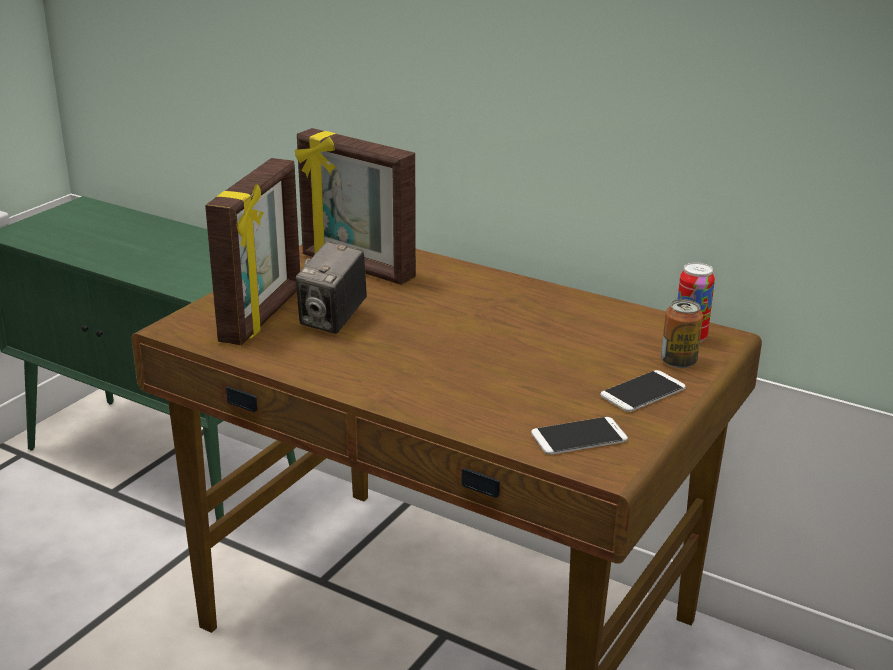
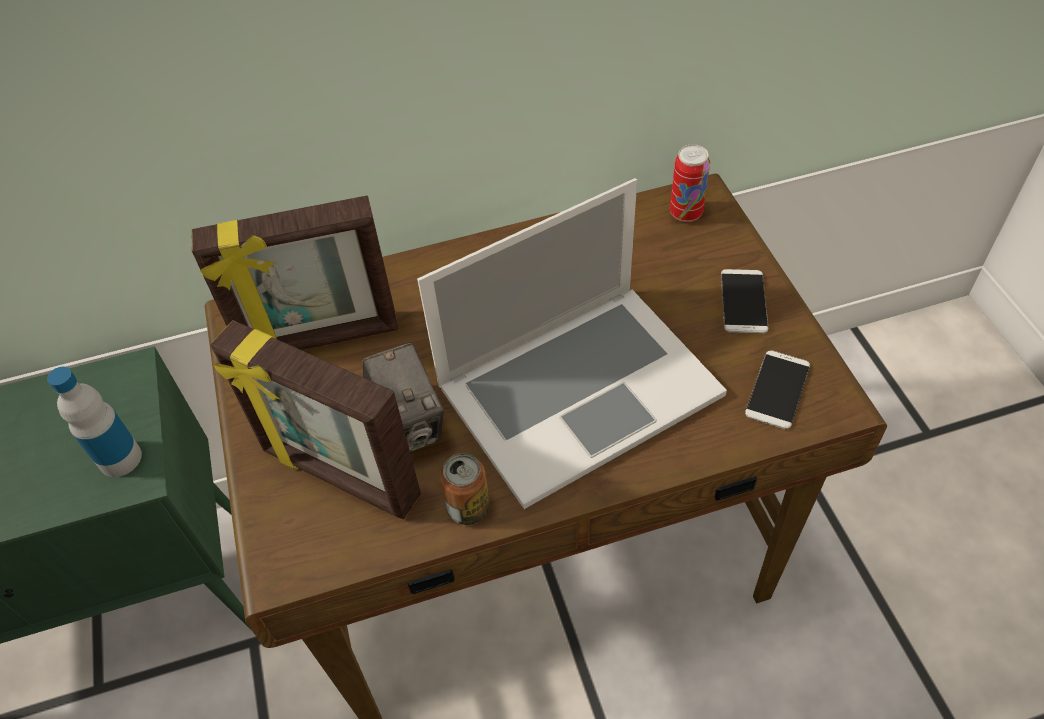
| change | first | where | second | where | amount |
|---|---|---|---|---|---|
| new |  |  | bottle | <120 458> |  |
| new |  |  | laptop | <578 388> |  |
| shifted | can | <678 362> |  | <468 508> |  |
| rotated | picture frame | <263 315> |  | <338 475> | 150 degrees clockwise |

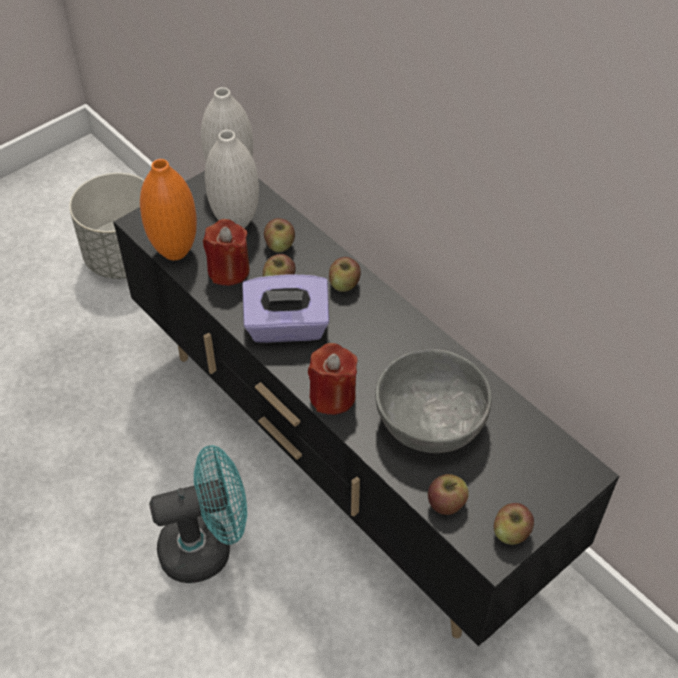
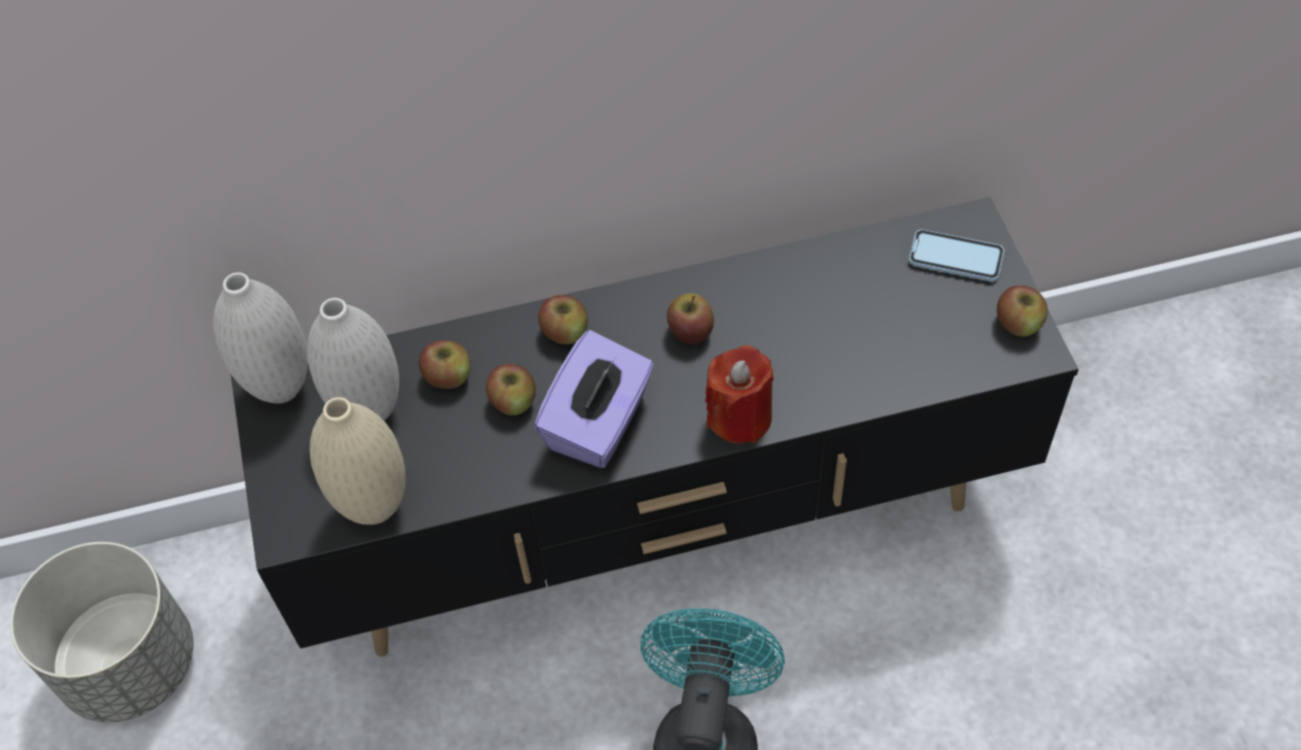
| change | first | where | second | where | amount |
|---|---|---|---|---|---|
| gone | candle (red) | <228 270> |  |  |  |
| gone | bowl (grey) | <430 419> |  |  |  |
| new |  |  | phone | <955 257> |  |
| shifted | apple | <446 503> |  | <690 331> |  |
| repainted | vase (orange) | <175 251> | vase (beige) | <374 507> |  |

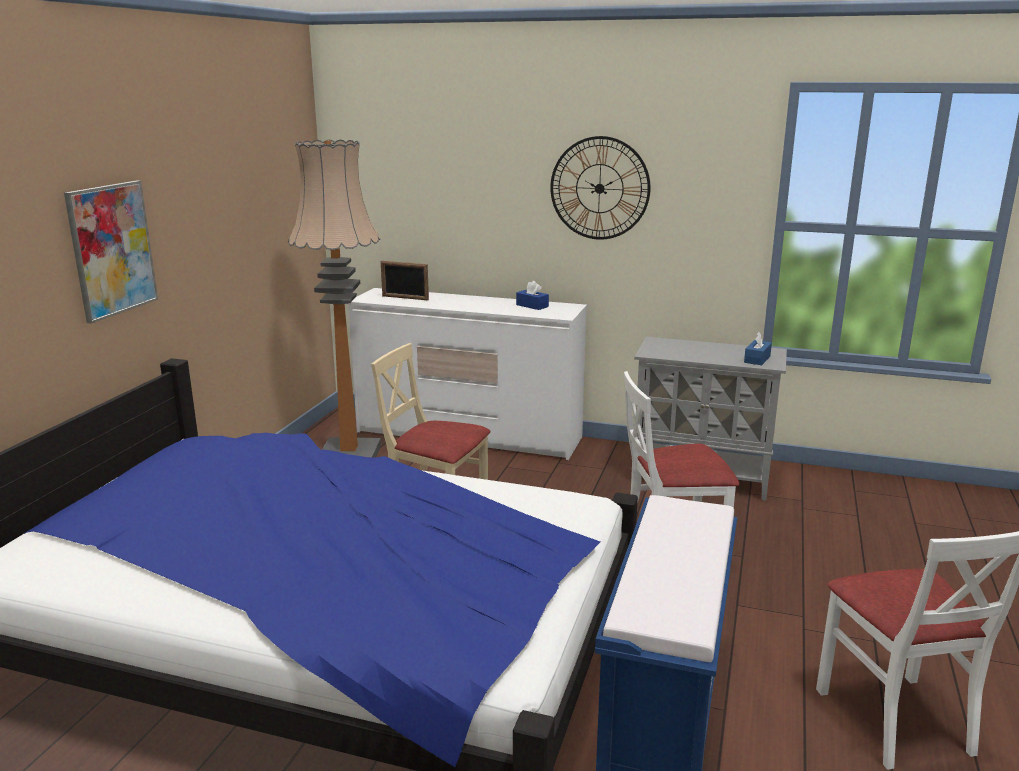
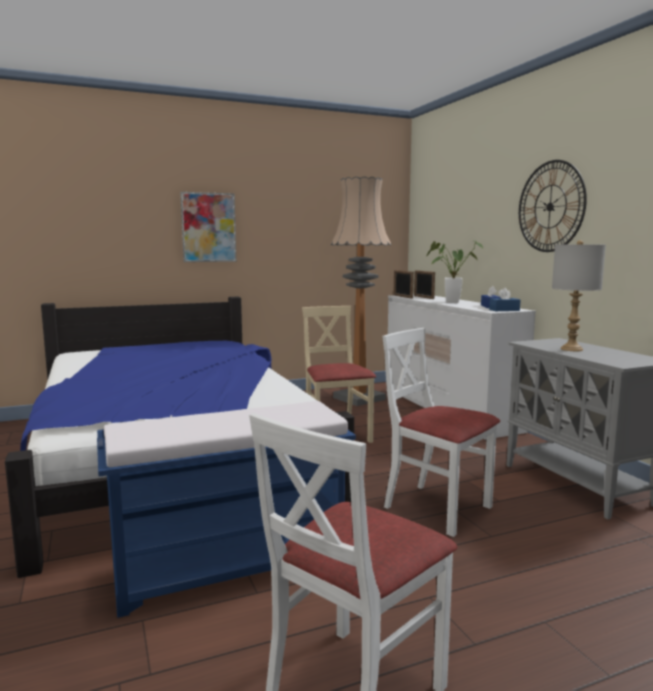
| change | first | where | second | where | amount |
|---|---|---|---|---|---|
| new |  |  | picture frame | <402 297> |  |
| new |  |  | potted plant | <448 302> |  |
| new |  |  | table lamp (grey) | <571 349> |  |
| shifted | tissue box (blue) | <757 359> |  | <504 310> |  |

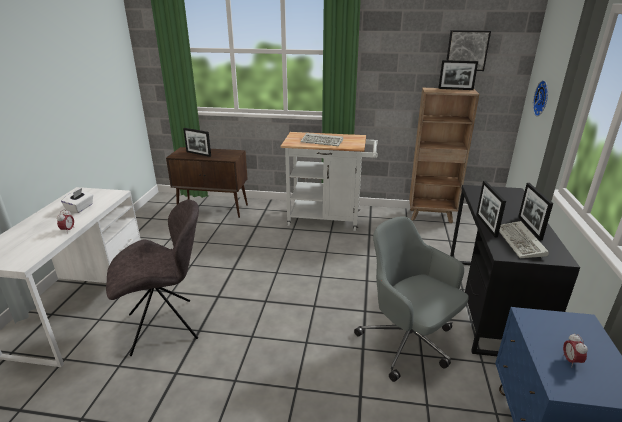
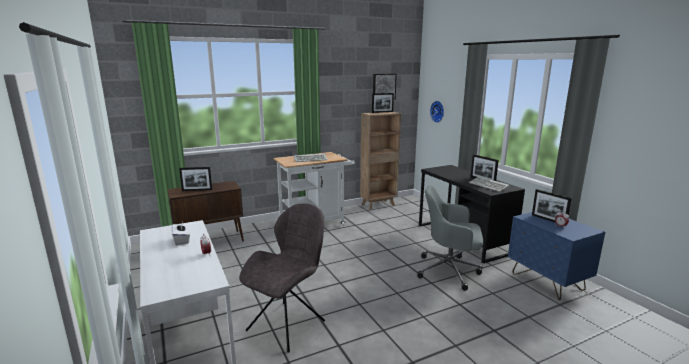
| change | first | where | second | where | amount |
|---|---|---|---|---|---|
| shifted | picture frame | <486 225> |  | <548 220> |  |

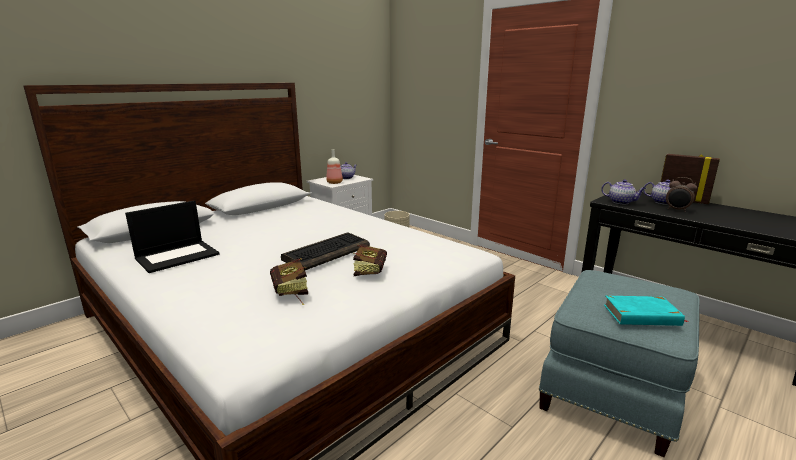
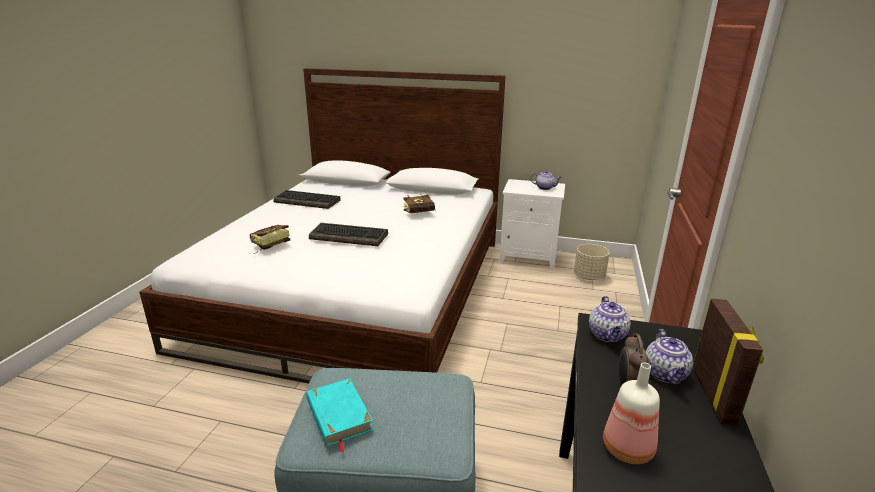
| change | first | where | second | where | amount |
|---|---|---|---|---|---|
| shifted | bottle | <335 182> |  | <629 450> |  |
| shifted | book | <371 270> |  | <422 213> |  |
| swapped | laptop | <178 256> | keyboard | <308 201> |  |

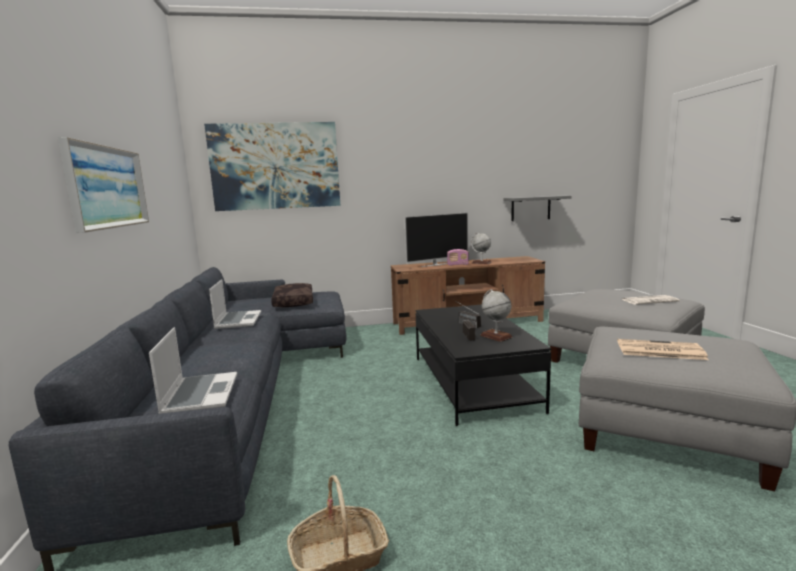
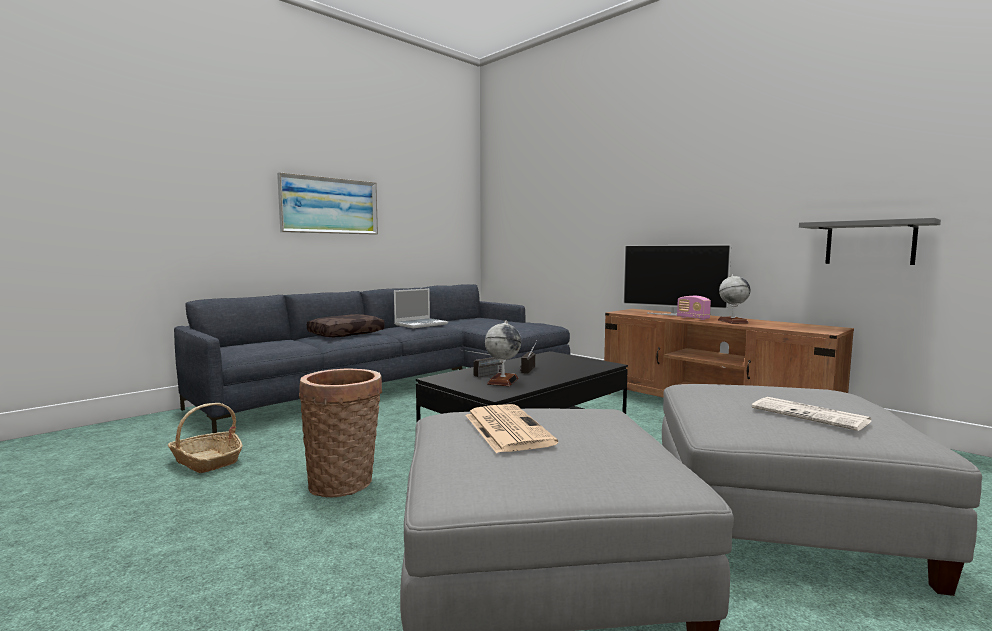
| change | first | where | second | where | amount |
|---|---|---|---|---|---|
| gone | laptop | <200 394> |  |  |  |
| gone | picture | <275 166> |  |  |  |
| new |  |  | basket | <345 482> |  |
| shifted | pillow (brown) | <292 302> |  | <346 334> |  |

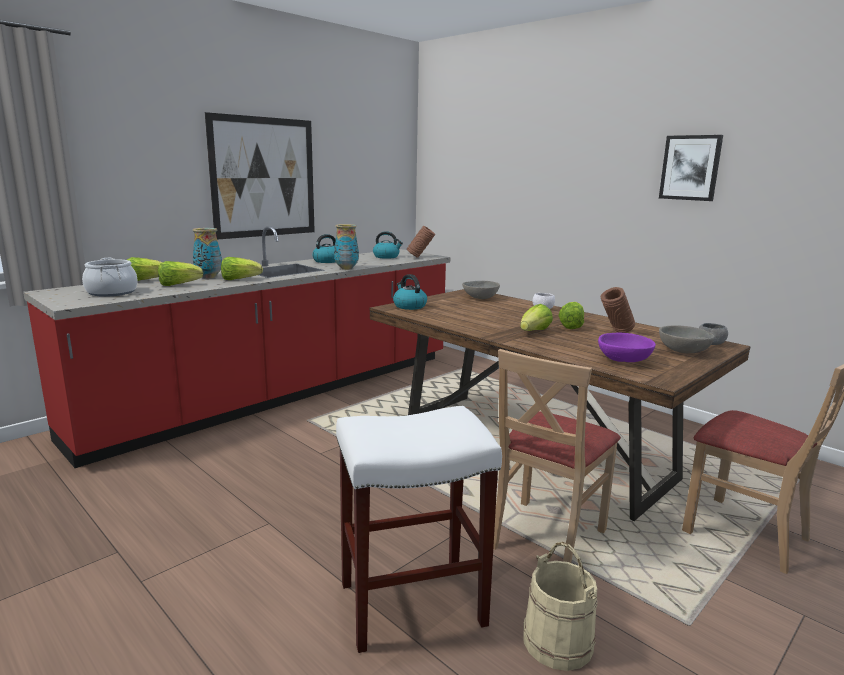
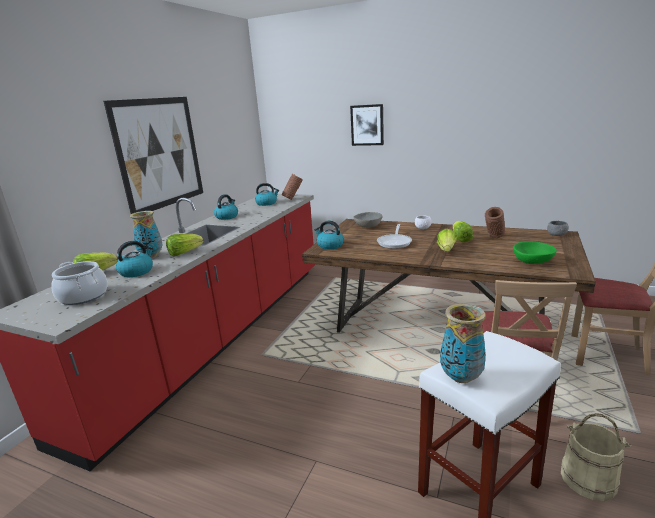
| change | first | where | second | where | amount |
|---|---|---|---|---|---|
| gone | bowl (grey) | <684 351> |  |  |  |
| new |  |  | frying pan | <395 242> |  |
| shifted | vase | <346 268> |  | <460 377> |  |
| shifted | picture | <690 168> |  | <367 125> |  |
| swapped | lettuce | <178 285> | kettle | <137 271> |  |
| repainted | bowl (purple) | <623 360> | bowl (green) | <532 262> |  |

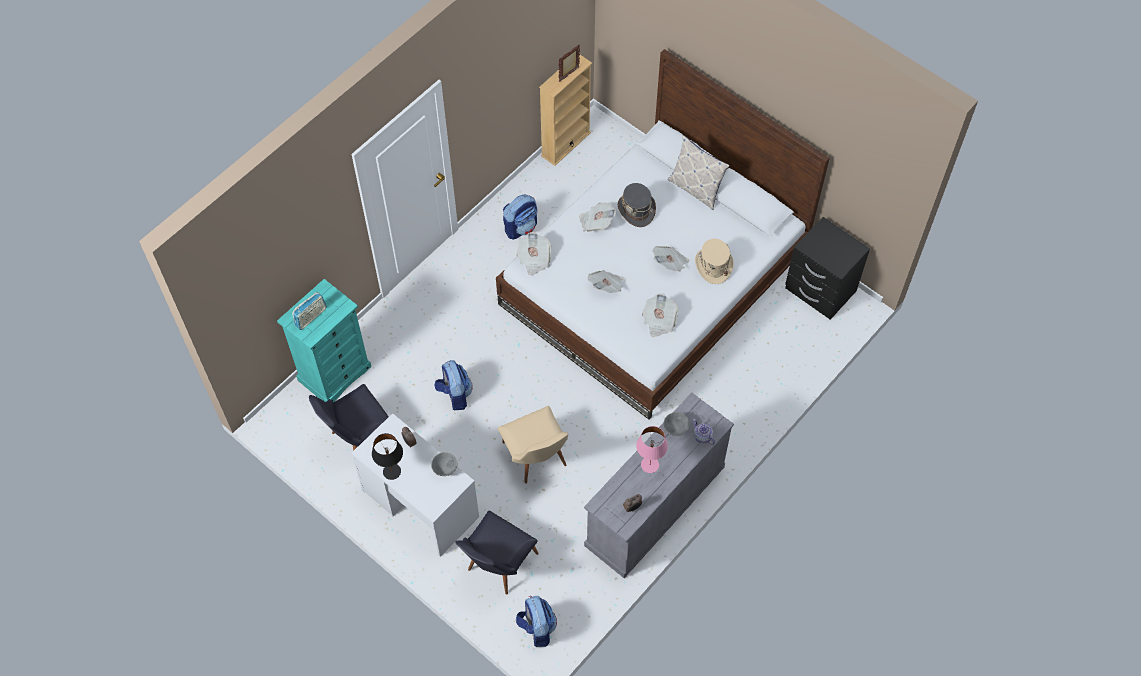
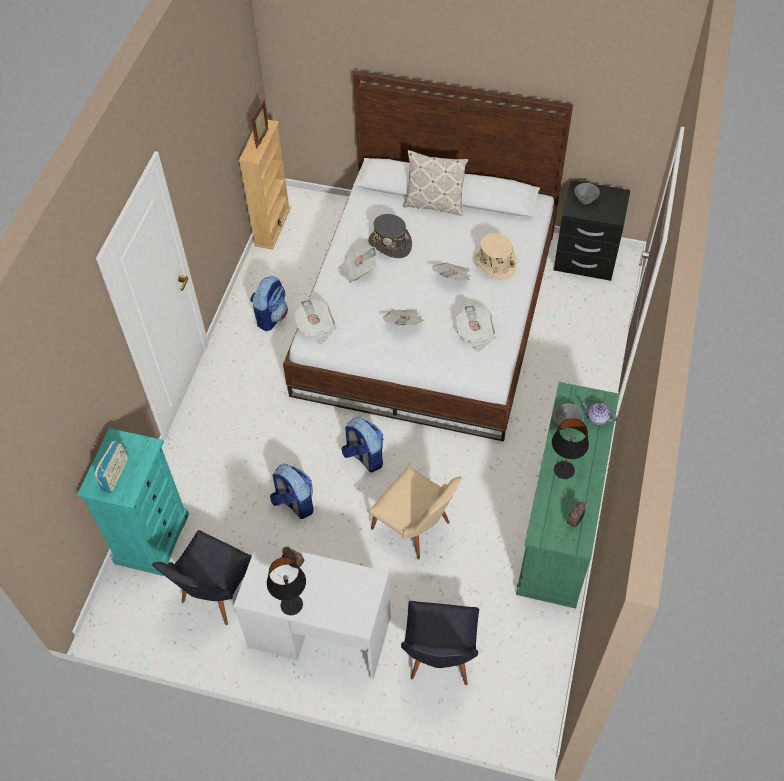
| change | first | where | second | where | amount |
|---|---|---|---|---|---|
| shifted | bowl (grey) | <445 469> |  | <586 200> |  |
| shifted | backpack | <537 628> |  | <364 457> |  |
| repainted | dresser (grey) | <654 507> | dresser (green) | <561 522> |  |
| repainted | table lamp (pink) | <650 465> | table lamp (black) | <564 470> |  |

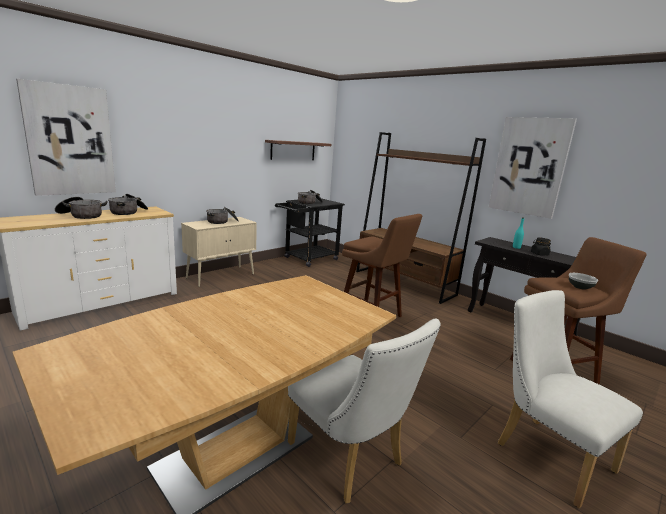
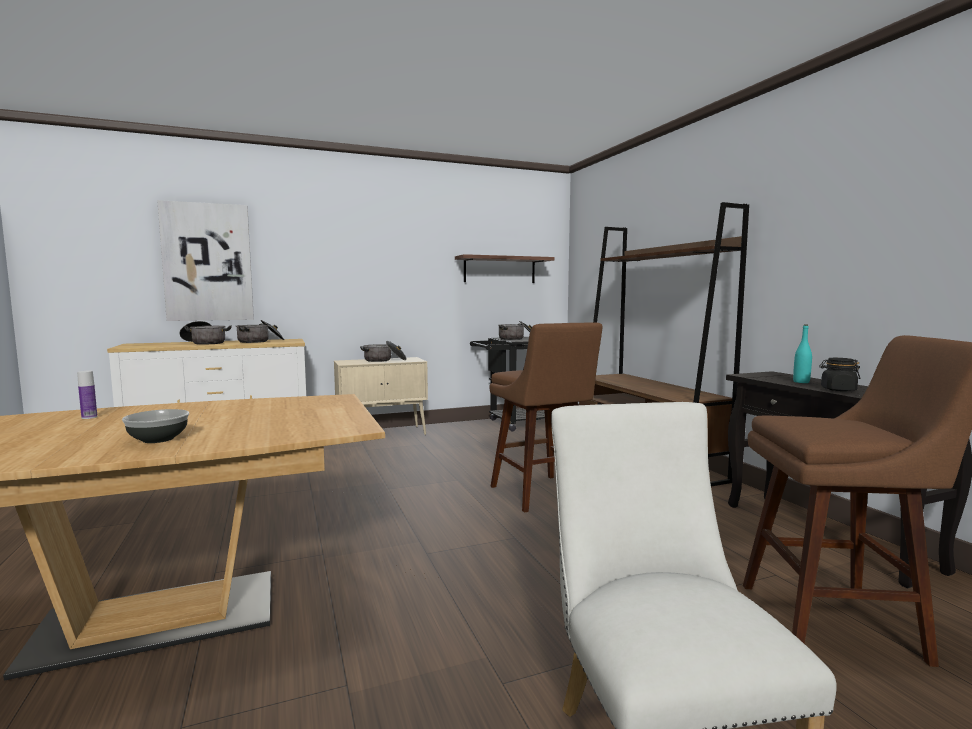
| change | first | where | second | where | amount |
|---|---|---|---|---|---|
| gone | chair (white) | <350 460> |  |  |  |
| gone | picture | <529 166> |  |  |  |
| new |  |  | bottle | <89 417> |  |
| shifted | bowl | <580 287> |  | <158 439> |  |

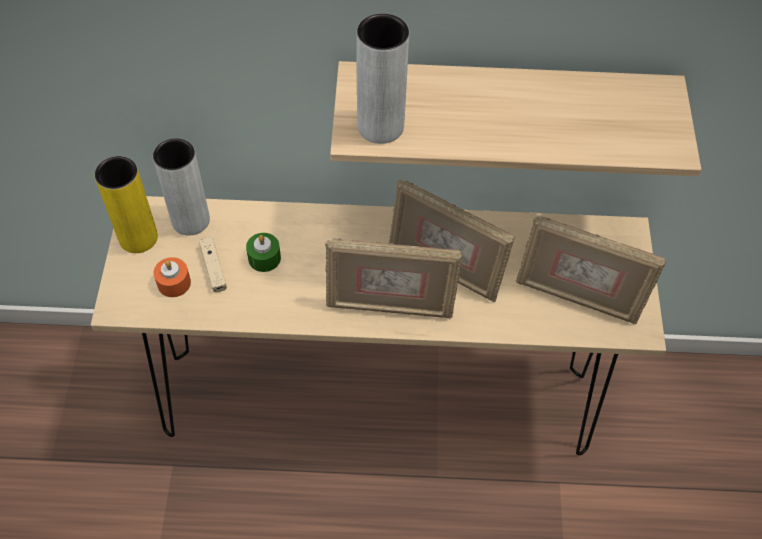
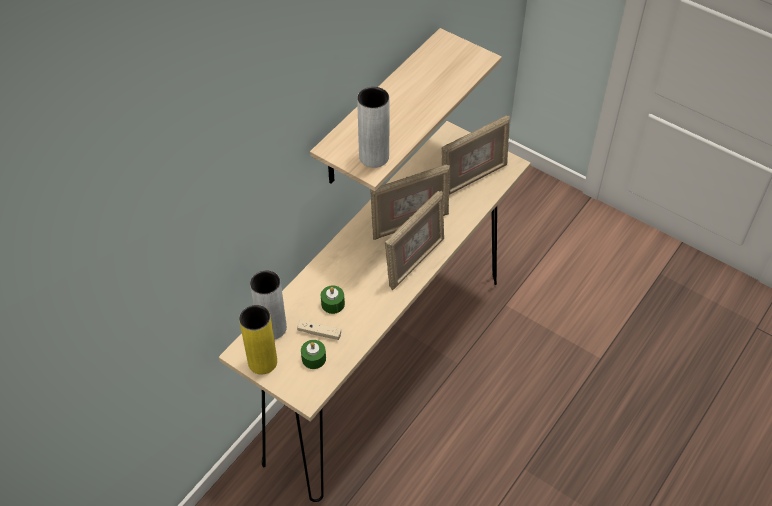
| change | first | where | second | where | amount |
|---|---|---|---|---|---|
| repainted | candle (orange) | <174 283> | candle (green) | <314 358> |  |

